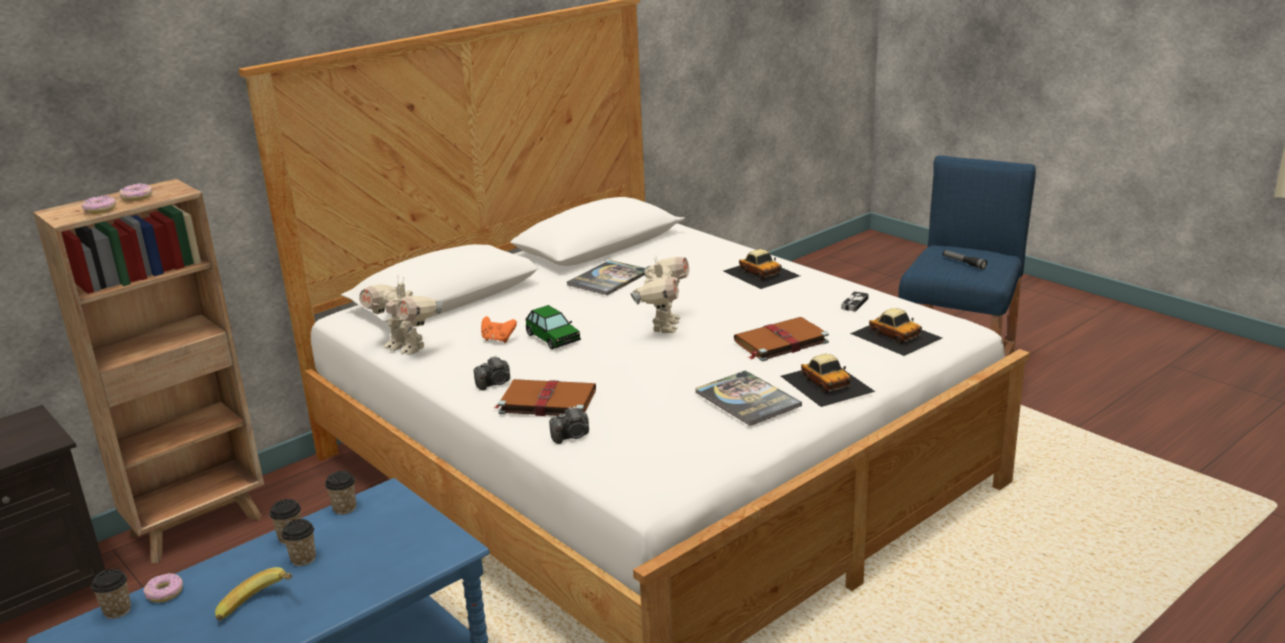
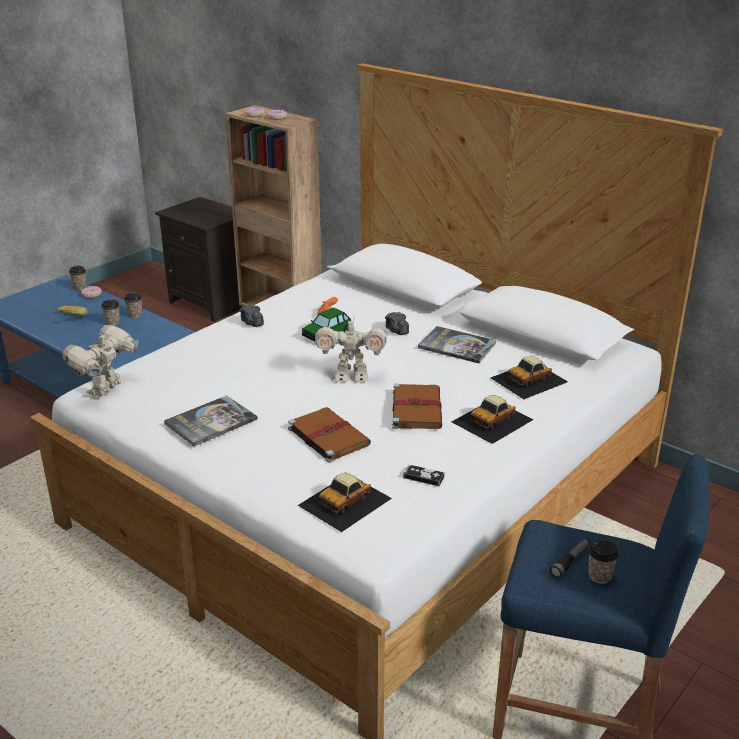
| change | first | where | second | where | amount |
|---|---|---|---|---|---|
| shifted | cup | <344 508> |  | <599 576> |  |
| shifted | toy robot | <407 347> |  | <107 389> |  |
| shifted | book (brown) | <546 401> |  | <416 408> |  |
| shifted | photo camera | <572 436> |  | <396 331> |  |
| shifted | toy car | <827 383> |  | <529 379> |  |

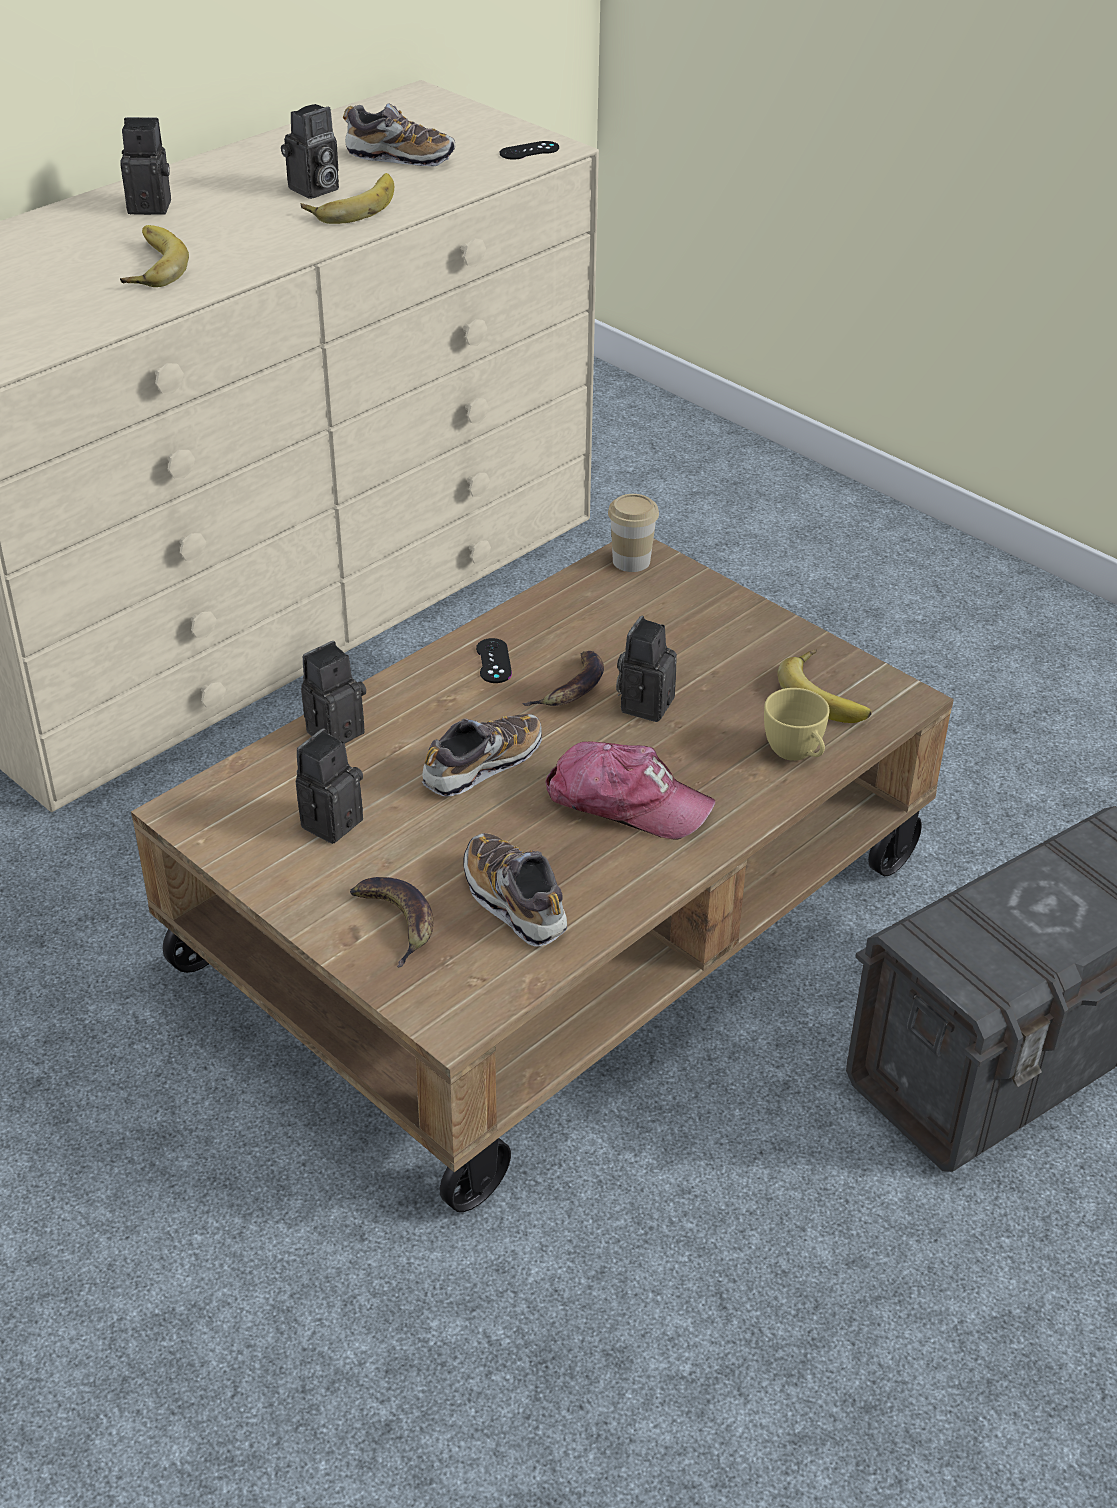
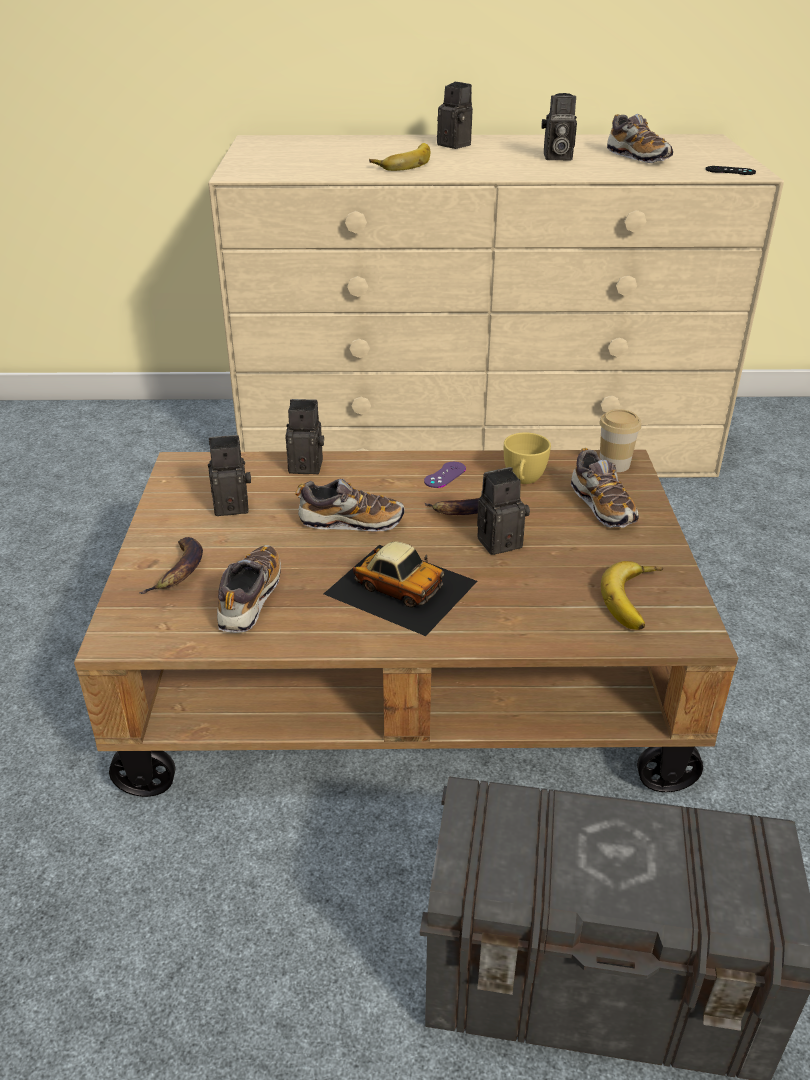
| change | first | where | second | where | amount |
|---|---|---|---|---|---|
| gone | banana | <352 205> |  |  |  |
| new |  |  | shoe | <602 506> |  |
| shifted | cup (yellow) | <796 754> |  | <523 480> |  |
| swapped | cap | <627 802> | toy car | <400 586> |  |
| repainted | game controller (black) | <493 661> | game controller (purple) | <445 475> |  |

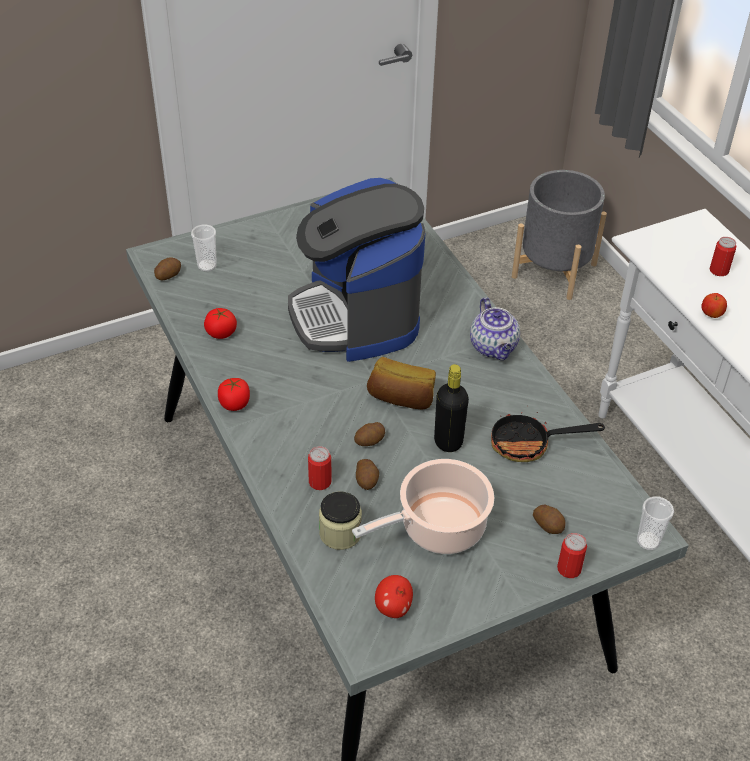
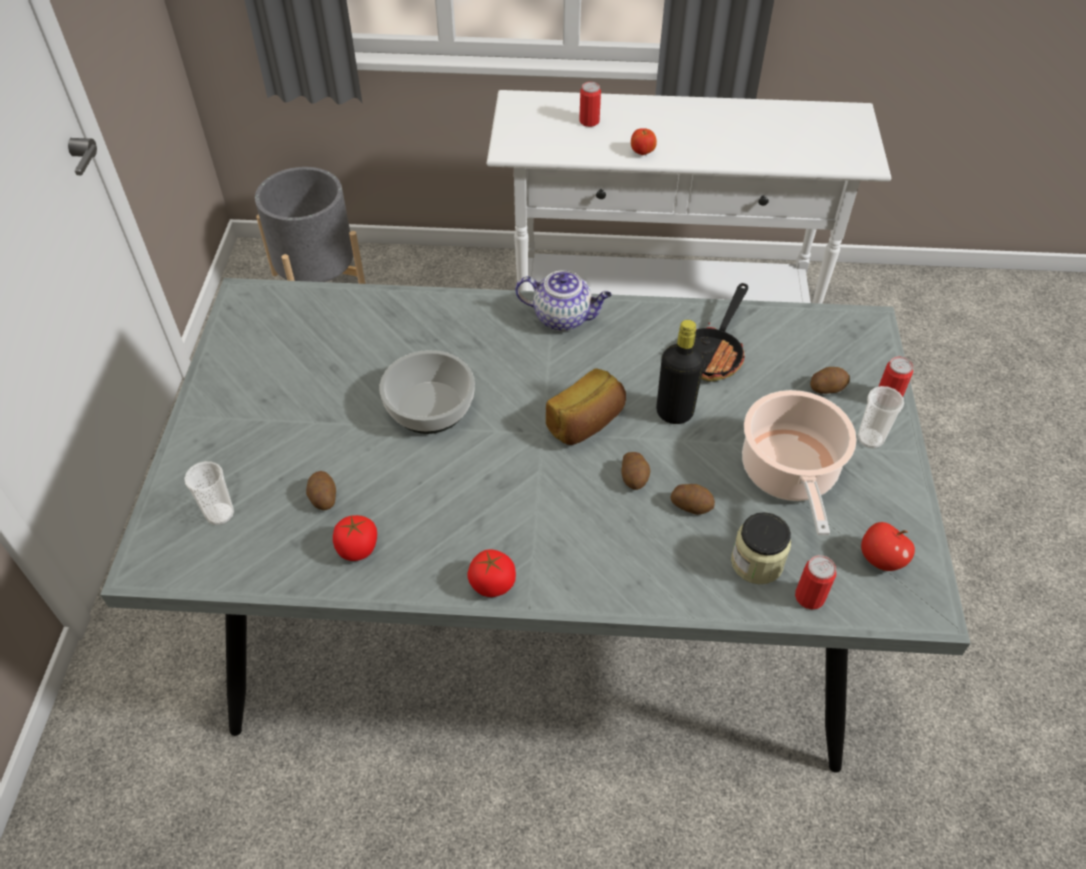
| change | first | where | second | where | amount |
|---|---|---|---|---|---|
| shifted | potato | <168 275> |  | <323 498> |  |
| shifted | can | <320 482> |  | <809 597> |  |
| shifted | cup | <648 541> |  | <870 438> |  |
| swapped | coffee machine | <356 316> | bowl | <431 406> |  |

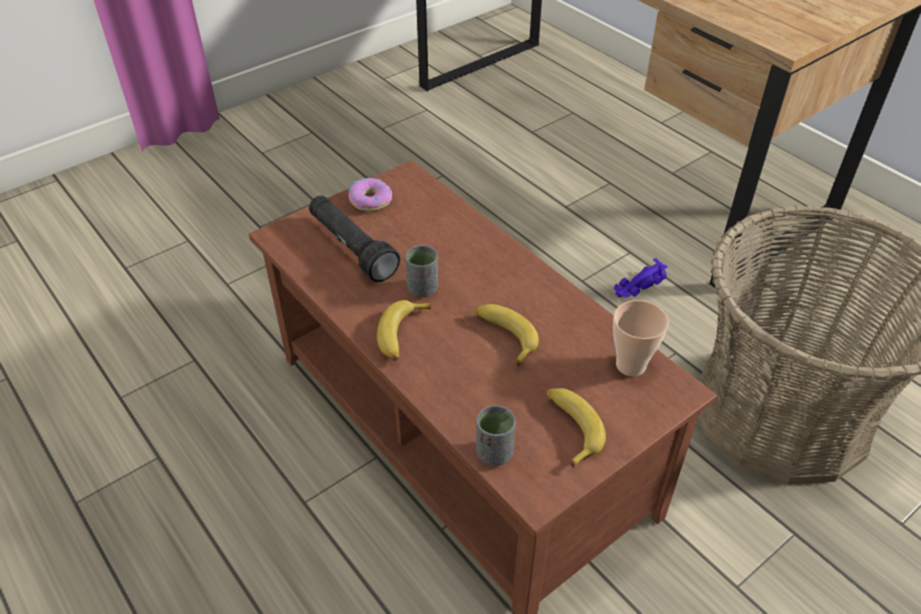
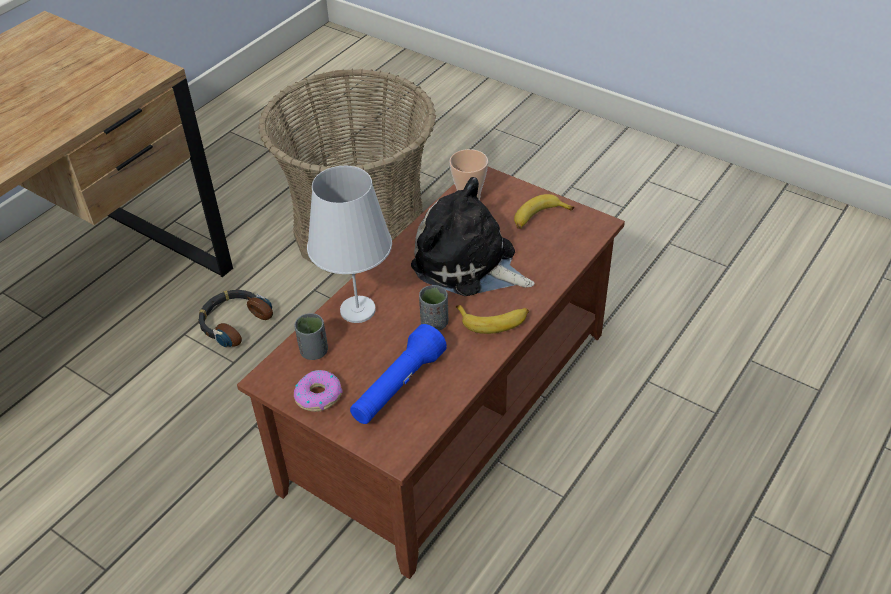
| change | first | where | second | where | amount |
|---|---|---|---|---|---|
| new |  |  | table lamp (white) | <358 310> |  |
| shifted | cup (grey) | <494 453> |  | <314 351> |  |
| swapped | banana | <504 336> | plush toy | <469 264> |  |
| swapped | toy car (purple) | <638 286> | headphones | <234 322> |  |
| repainted | flashlight (black) | <351 248> | flashlight (blue) | <398 387> |  |

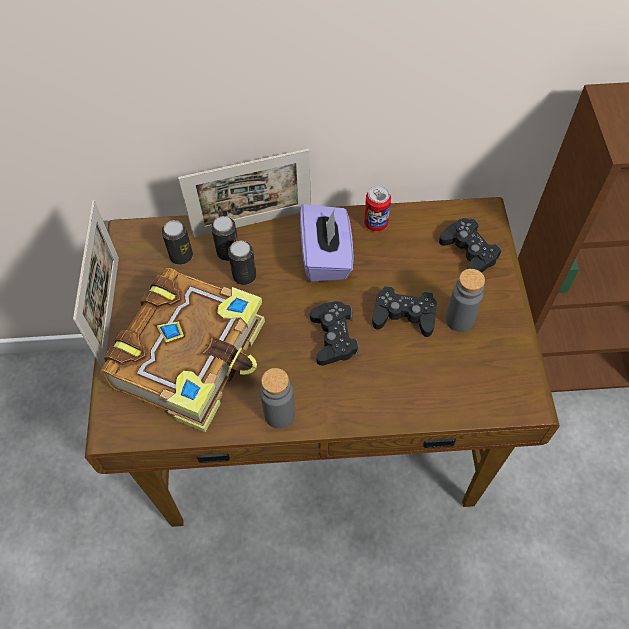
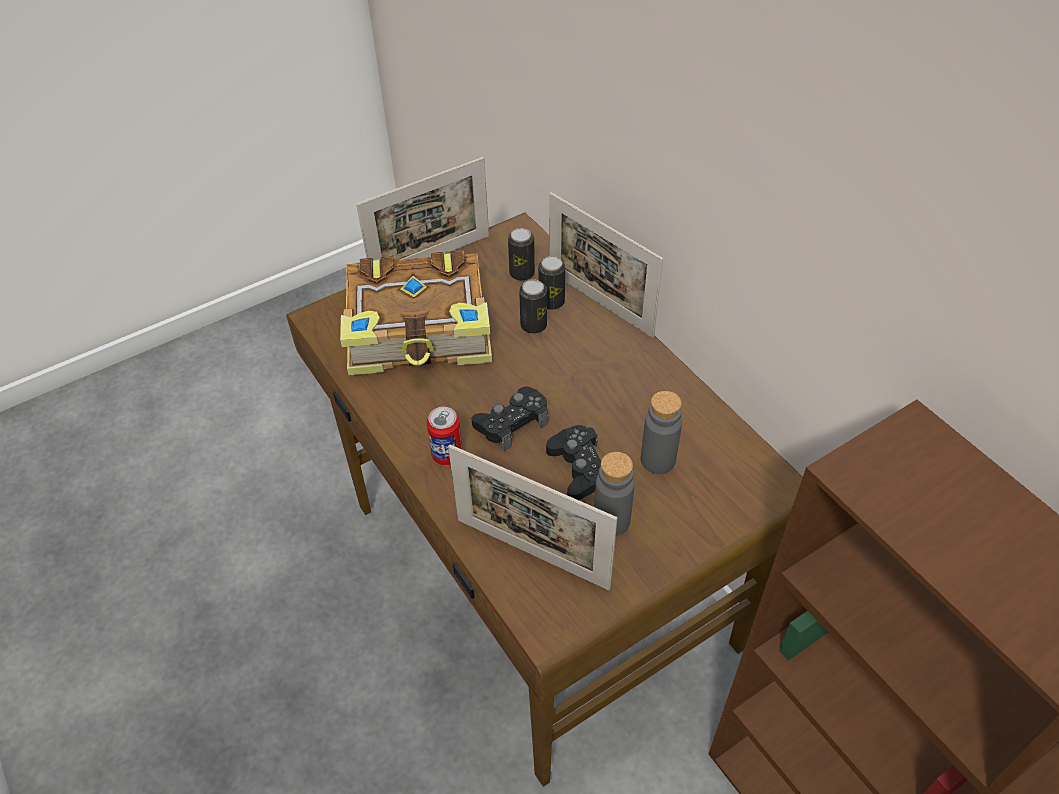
| change | first | where | second | where | amount |
|---|---|---|---|---|---|
| gone | tissue box (purple) | <326 257> |  |  |  |
| gone | game controller (black) | <469 252> |  |  |  |
| new |  |  | picture frame | <532 553> |  |
| shifted | bottle (grey) | <279 414> |  | <658 460> |  |
| shifted | can | <376 223> |  | <447 455> |  |

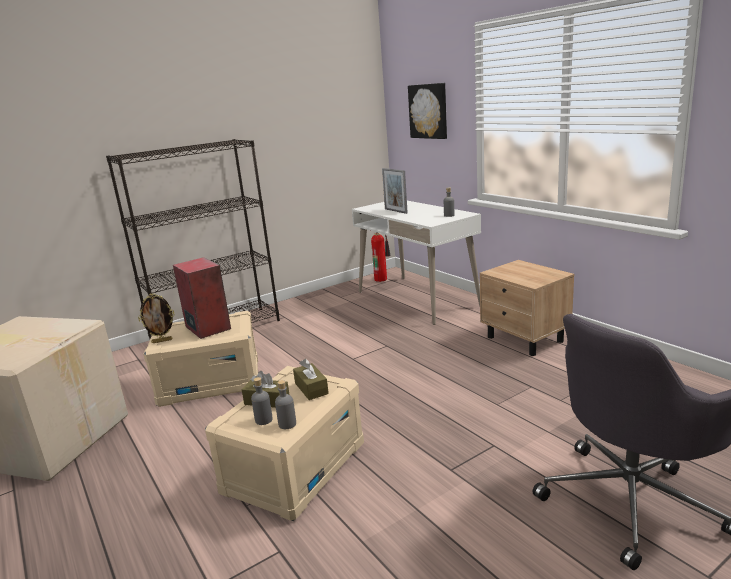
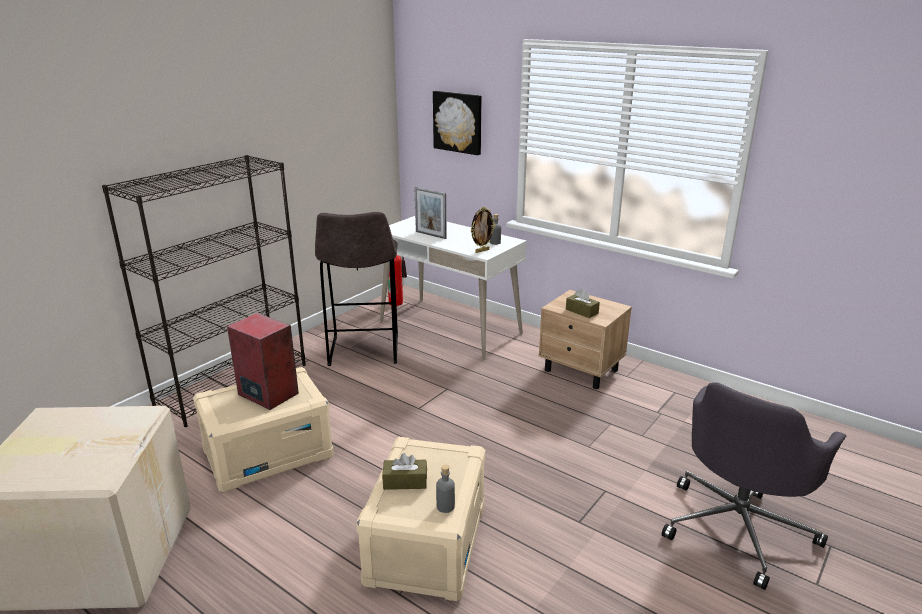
| change | first | where | second | where | amount |
|---|---|---|---|---|---|
| gone | bottle (grey) | <264 420> |  |  |  |
| new |  |  | stool (grey) | <363 351> |  |
| shifted | picture frame | <162 341> |  | <482 250> |  |
| shifted | tissue box (brown) | <311 388> |  | <582 311> |  |

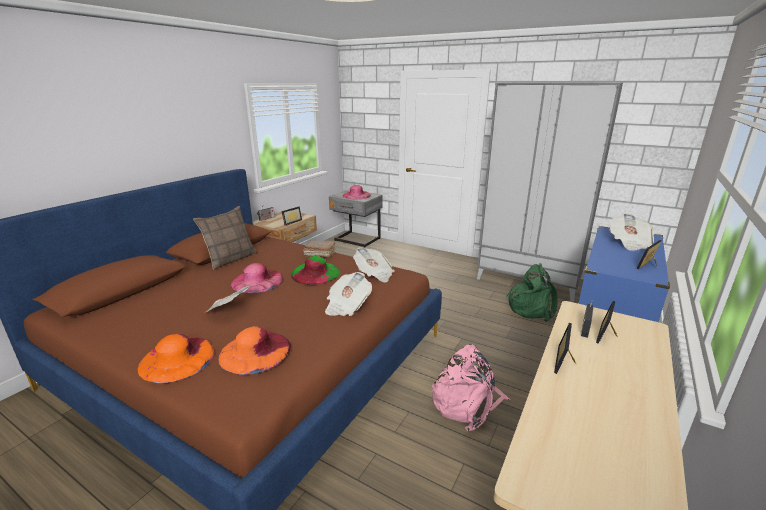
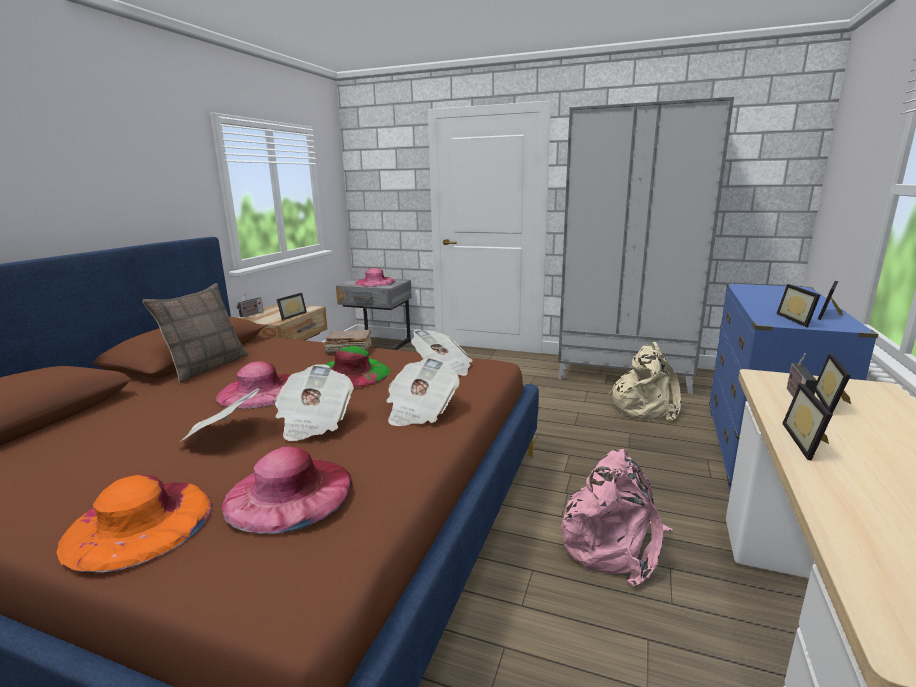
| change | first | where | second | where | amount |
|---|---|---|---|---|---|
| new |  |  | picture frame | <799 320> |  |
| shifted | newspaper | <629 243> |  | <314 422> |  |
| repainted | hat (orange) | <255 351> | hat (pink) | <289 492> |  |
| repainted | backpack (green) | <531 308> | backpack (beige) | <644 407> |  |

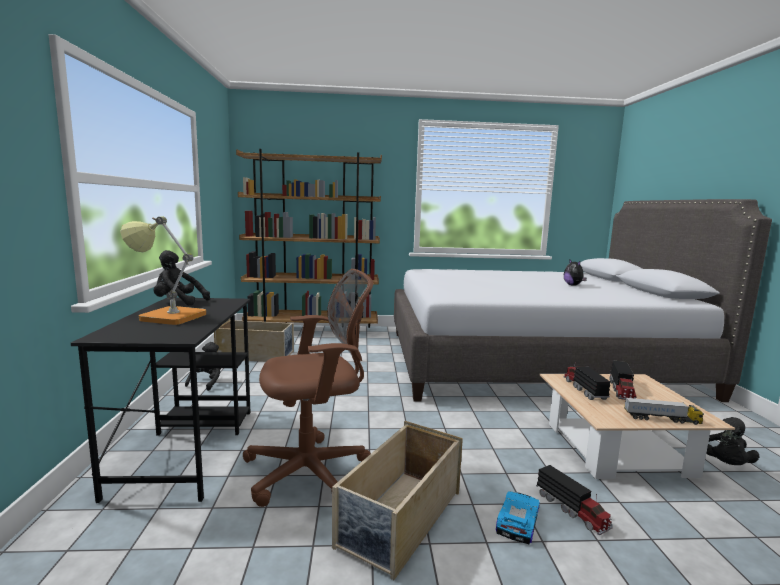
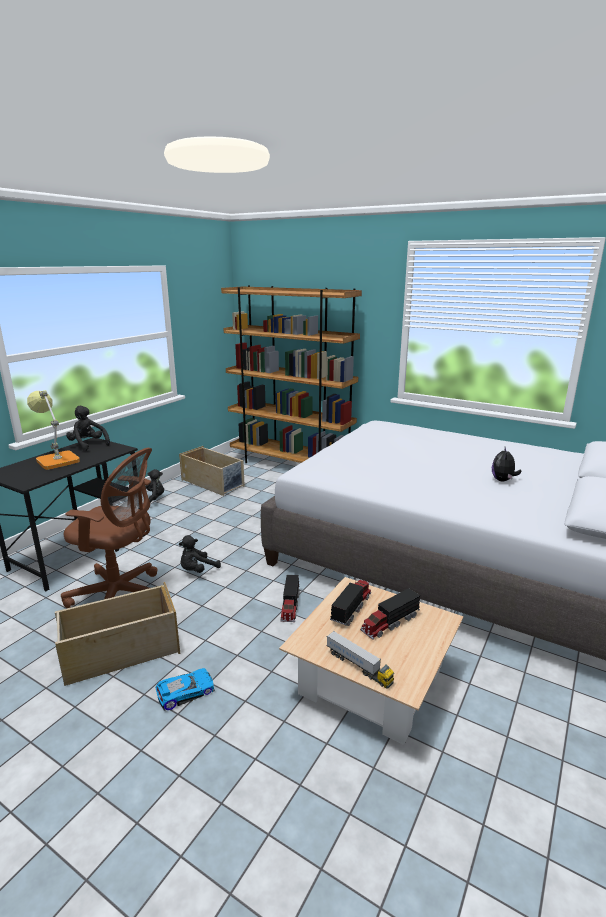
| change | first | where | second | where | amount |
|---|---|---|---|---|---|
| shifted | toy truck | <572 510> |  | <290 606> |  |
| shifted | plush toy (black) | <722 464> |  | <197 570> |  |

